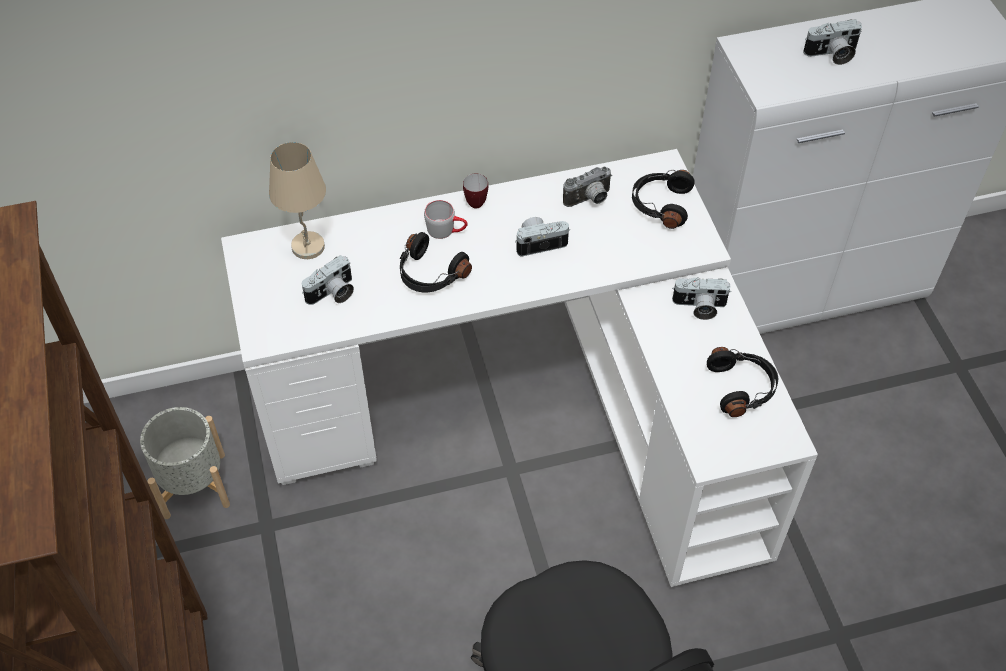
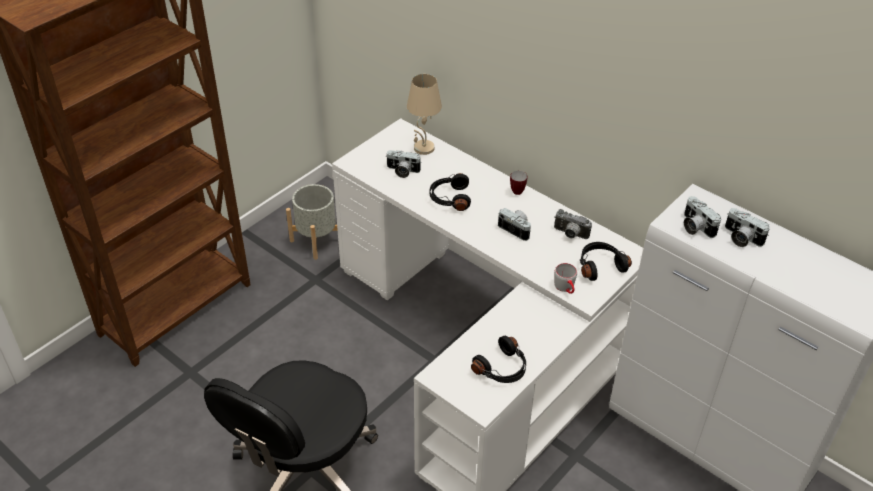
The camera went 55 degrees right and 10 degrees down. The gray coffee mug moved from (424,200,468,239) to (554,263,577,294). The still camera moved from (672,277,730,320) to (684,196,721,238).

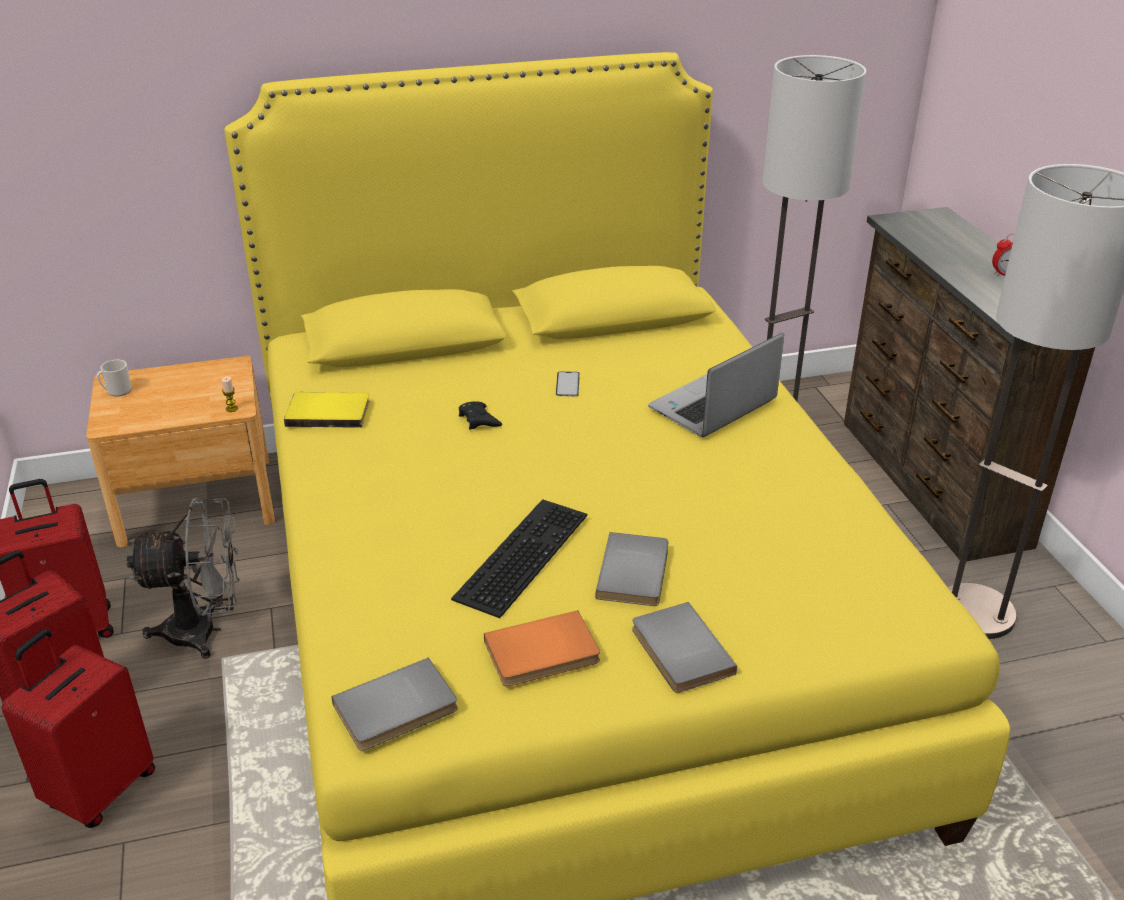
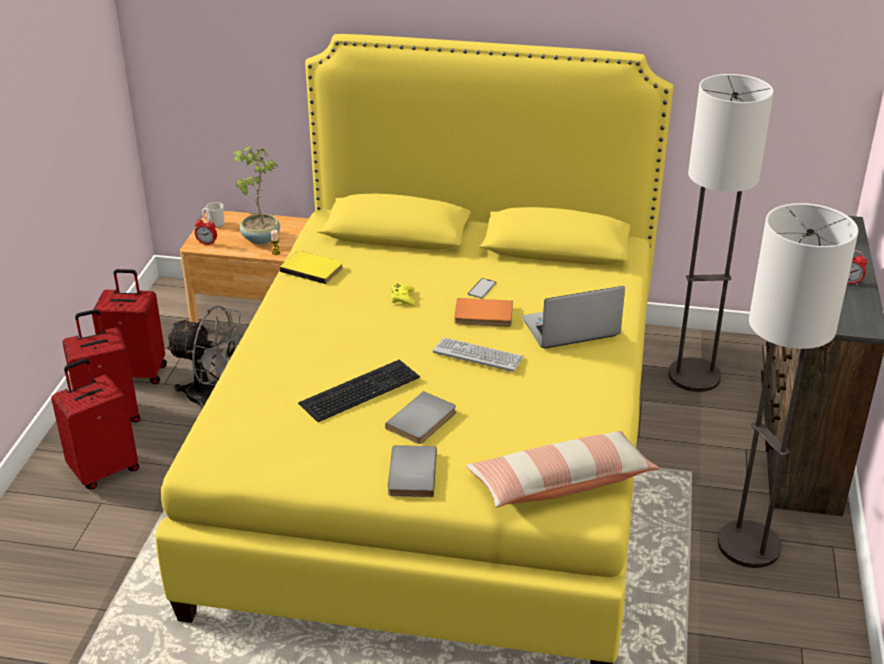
The camera went 25 degrees right and 0 degrees up. The gray bound book at (331,658,458,751) disappeared. The blackish joypad at (459,401,502,430) became the yellowish joypad at (391,284,415,306). The orange bound book moved from (484,610,600,686) to (454,298,513,327). The table clock at (195,217,217,246) appeared. The plant in a pot at (232,147,280,244) appeared. The keyboard at (433,338,524,372) appeared. The pillow at (466,431,659,508) appeared.

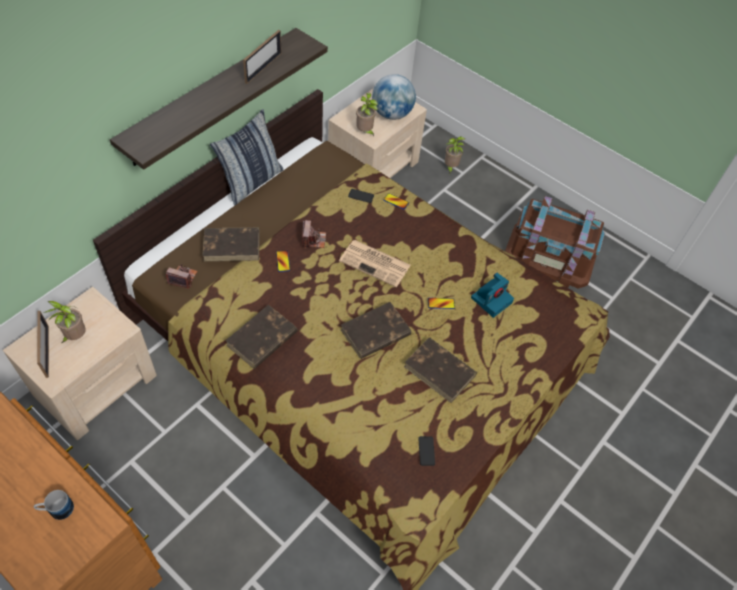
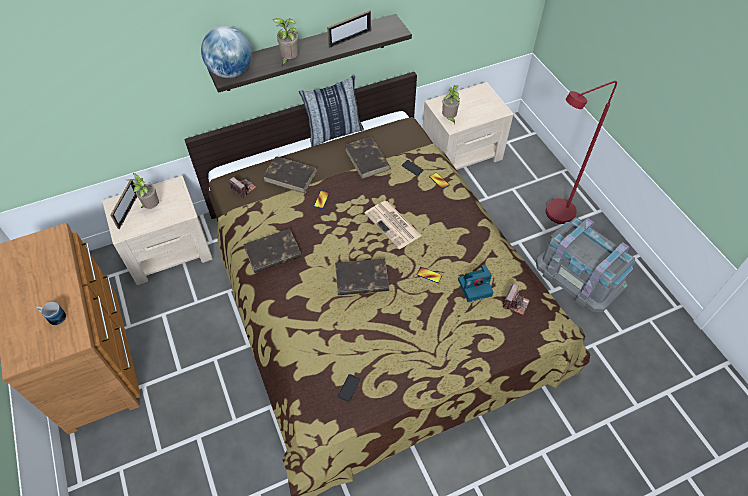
The camera went 30 degrees right and 0 degrees up. The still camera moved from (302,220,326,248) to (503,283,530,315). The globe moved from (372,74,416,120) to (201,26,252,78). The brown bound book moved from (404,337,477,403) to (345,137,391,179). The plant in a pot moved from (445,136,465,174) to (273,18,299,67). The brown storage container at (505,196,605,289) became the gray storage container at (536,217,635,312). The red-coloured floor lamp at (546,81,617,224) appeared.

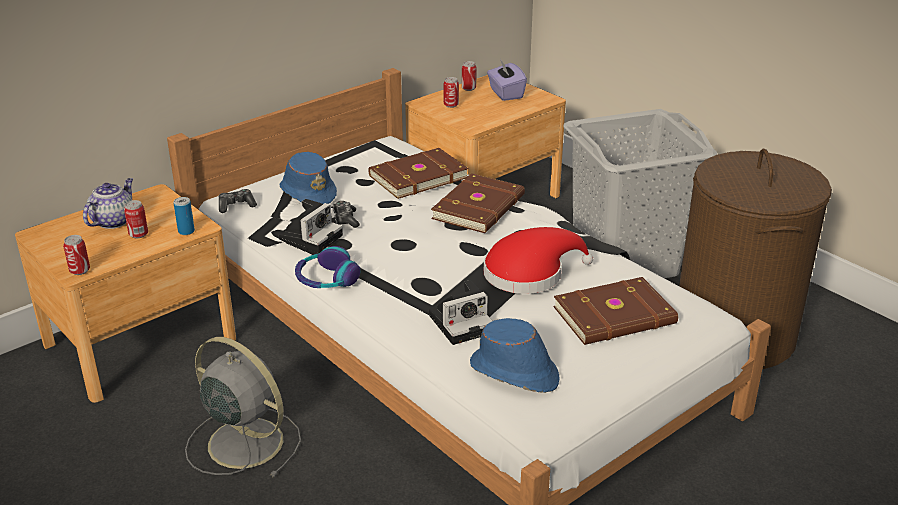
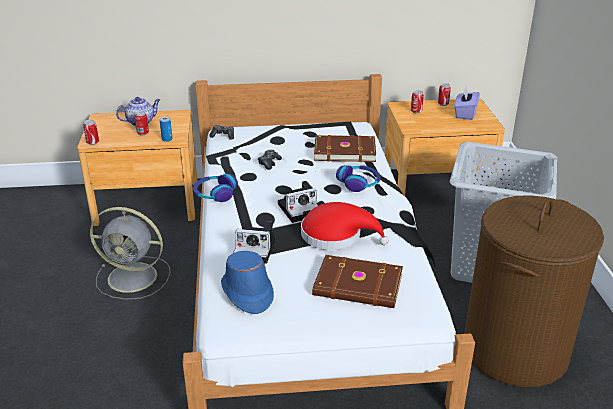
The camera went 35 degrees right and 0 degrees up. The gray fan at (185,337,301,477) turned 120 degrees clockwise. The blue-coloured wearable hat at (279,152,337,204) disappeared. The still camera moved from (279,199,343,253) to (278,181,318,223). The brown bound book at (431,173,525,233) was replaced by the headset at (336,165,381,192).

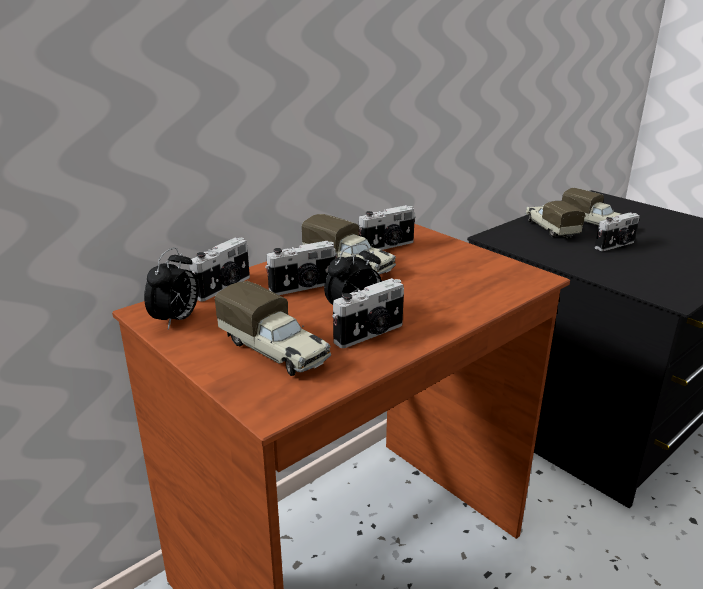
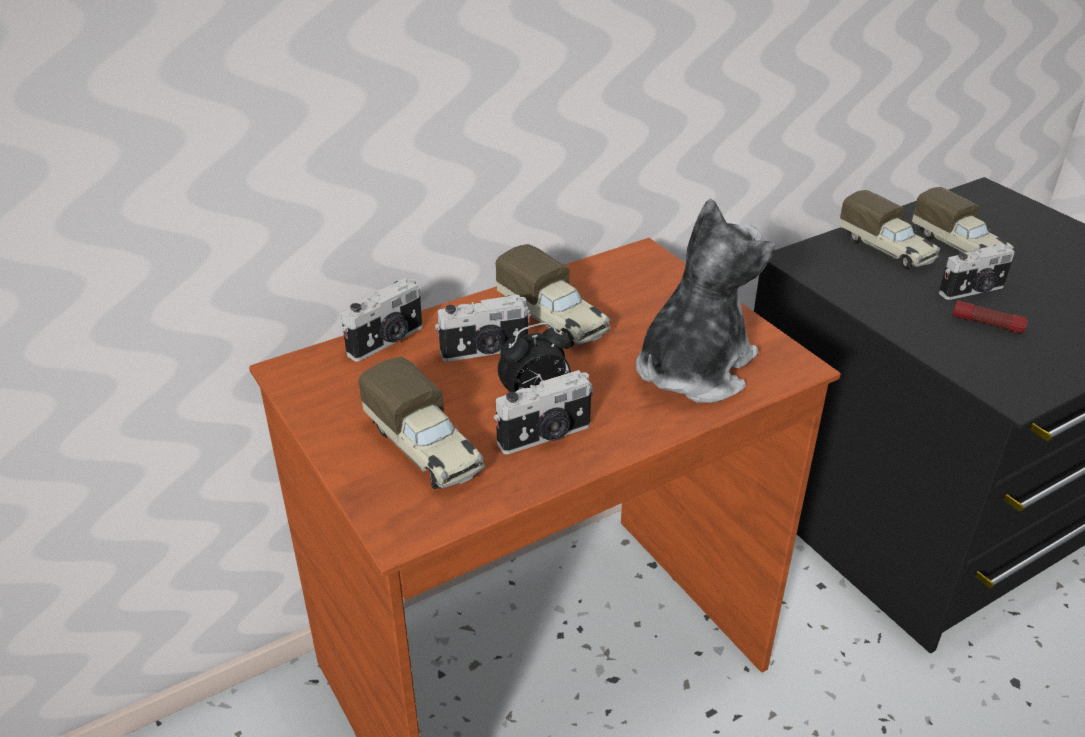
The camera went 10 degrees right and 10 degrees up. The table clock at (144,247,199,330) disappeared. The still camera at (359,205,415,250) disappeared. The model truck at (525,201,585,238) turned 150 degrees clockwise. The plush toy at (636,198,775,403) appeared. The torch at (952,300,1028,334) appeared.

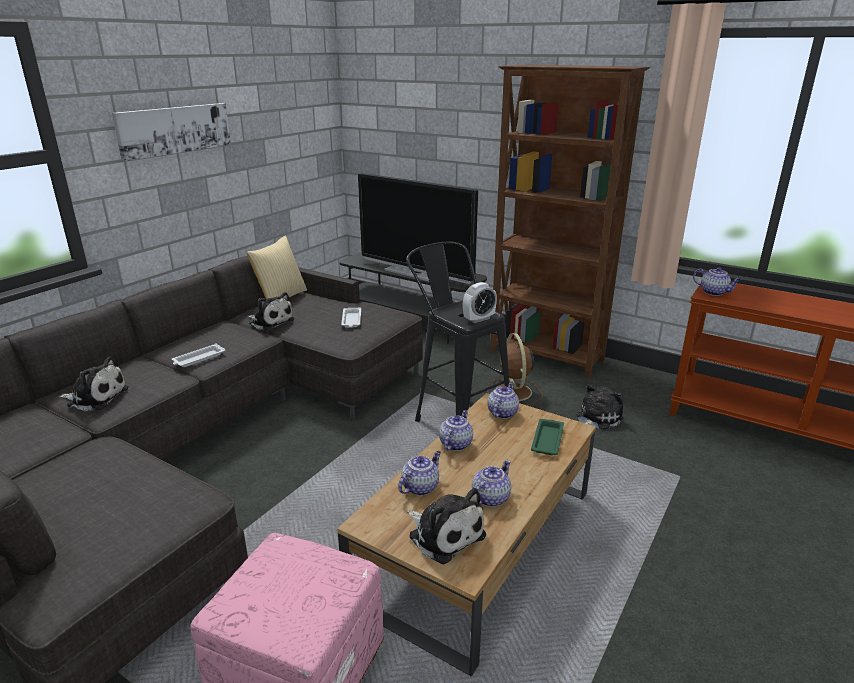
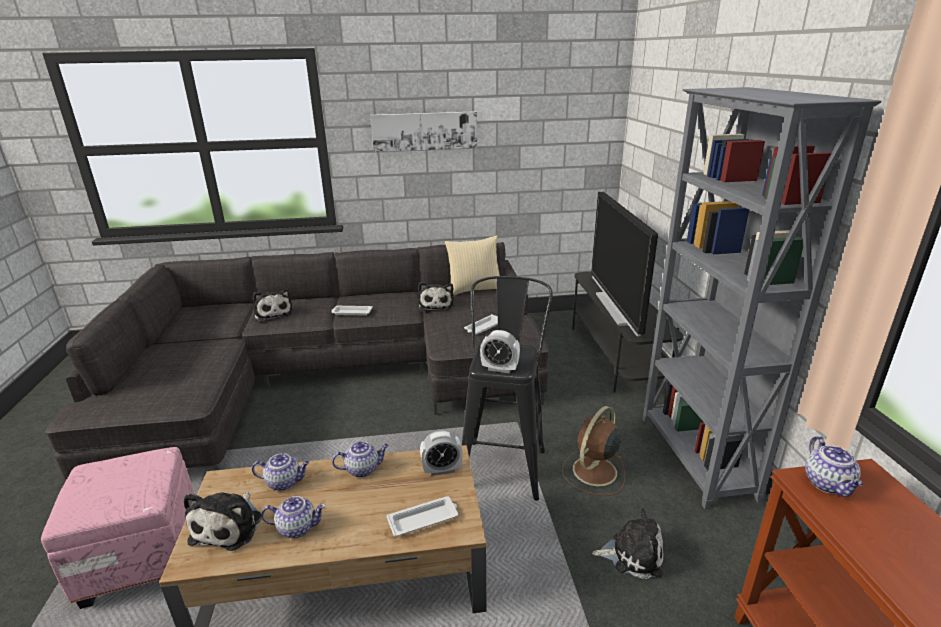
The camera went 50 degrees right and 0 degrees up. The tea pot at (487,382,519,419) was replaced by the table clock at (420,430,463,476). The brown bookshelf at (490,65,650,378) became the gray bookshelf at (643,87,882,509). The green-coloured serving tray at (531,419,564,455) became the whitish serving tray at (387,496,458,536).

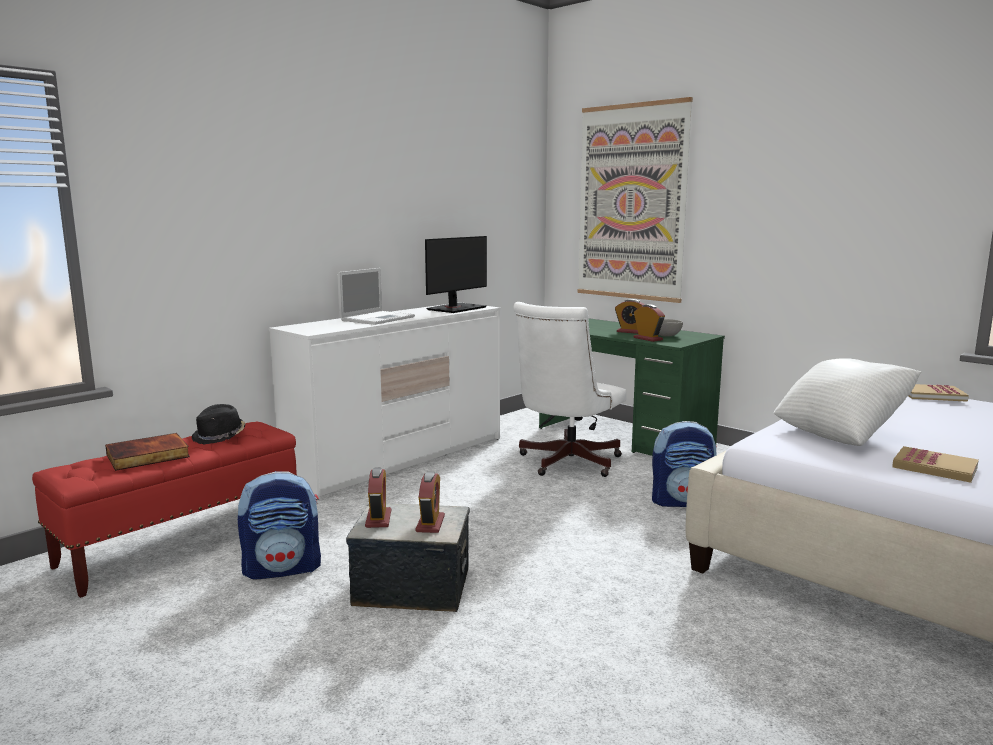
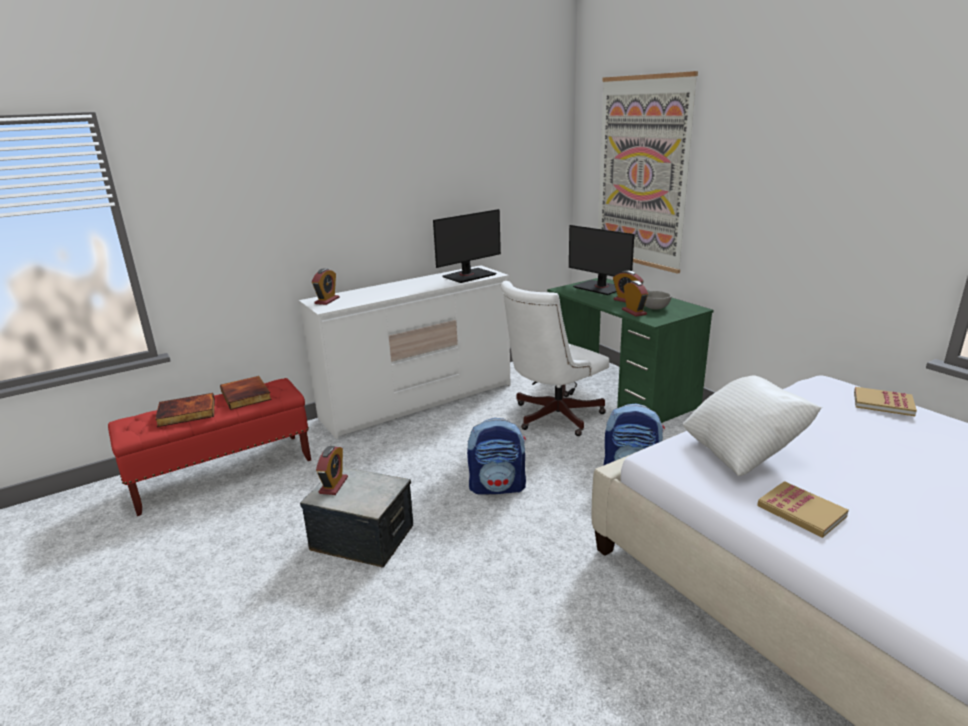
The camera went 15 degrees right and 10 degrees up. The blackish wearable hat at (192,404,245,445) was replaced by the bound book at (220,376,272,410). The backpack moved from (238,471,321,580) to (467,418,526,495). The portable computer at (337,268,415,325) disappeared. The table clock moved from (416,471,445,533) to (312,268,339,305). The computer screen at (569,225,634,295) appeared.

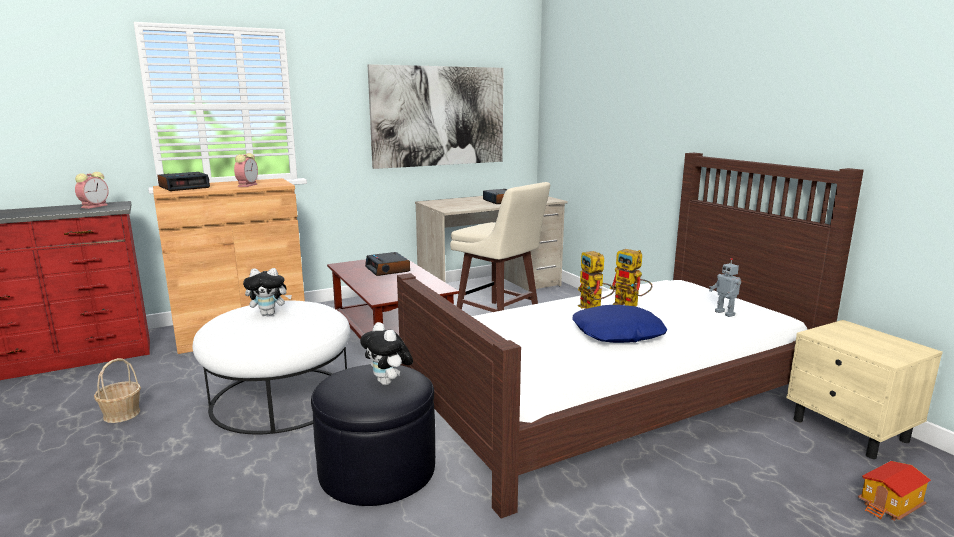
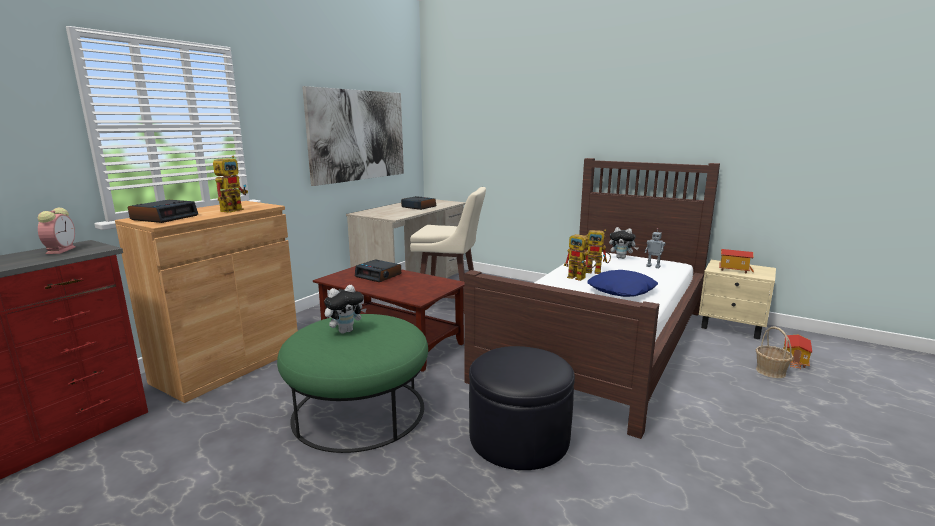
The camera went 30 degrees left and 0 degrees up. The storage basket moved from (94,358,141,423) to (756,326,794,378). The whitish pouffe at (193,300,350,434) became the green-coloured pouffe at (277,314,428,453). The table clock at (234,153,258,187) was replaced by the model robot at (213,156,248,213). The plush toy moved from (360,322,413,386) to (609,227,638,259). The model house at (719,249,754,274) appeared.

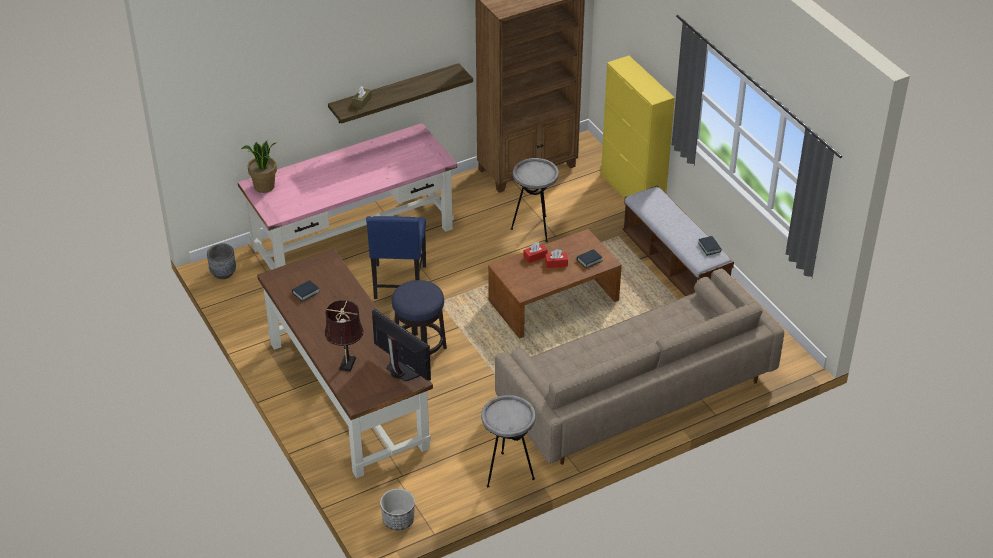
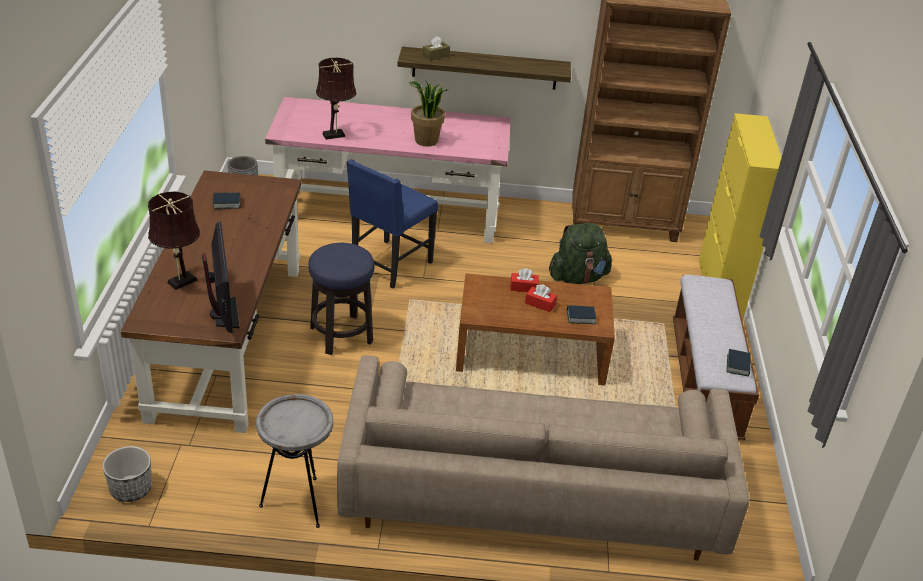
The camera went 30 degrees right and 5 degrees down. The plant in a pot moved from (241,140,277,193) to (409,80,447,147). The gray end table at (511,158,559,242) was replaced by the green-coloured backpack at (549,223,612,284). The brown table lamp at (316,58,357,140) appeared.

